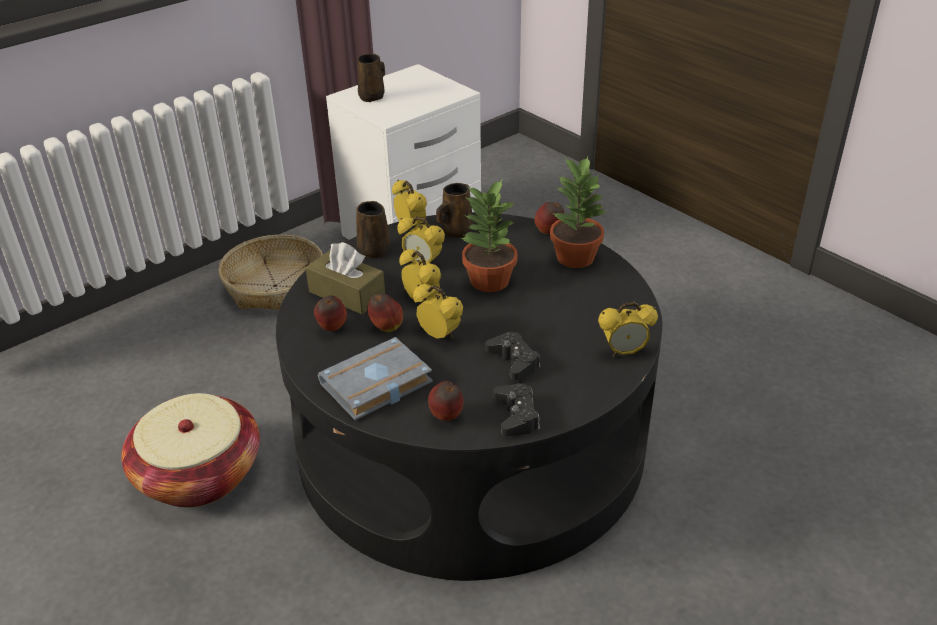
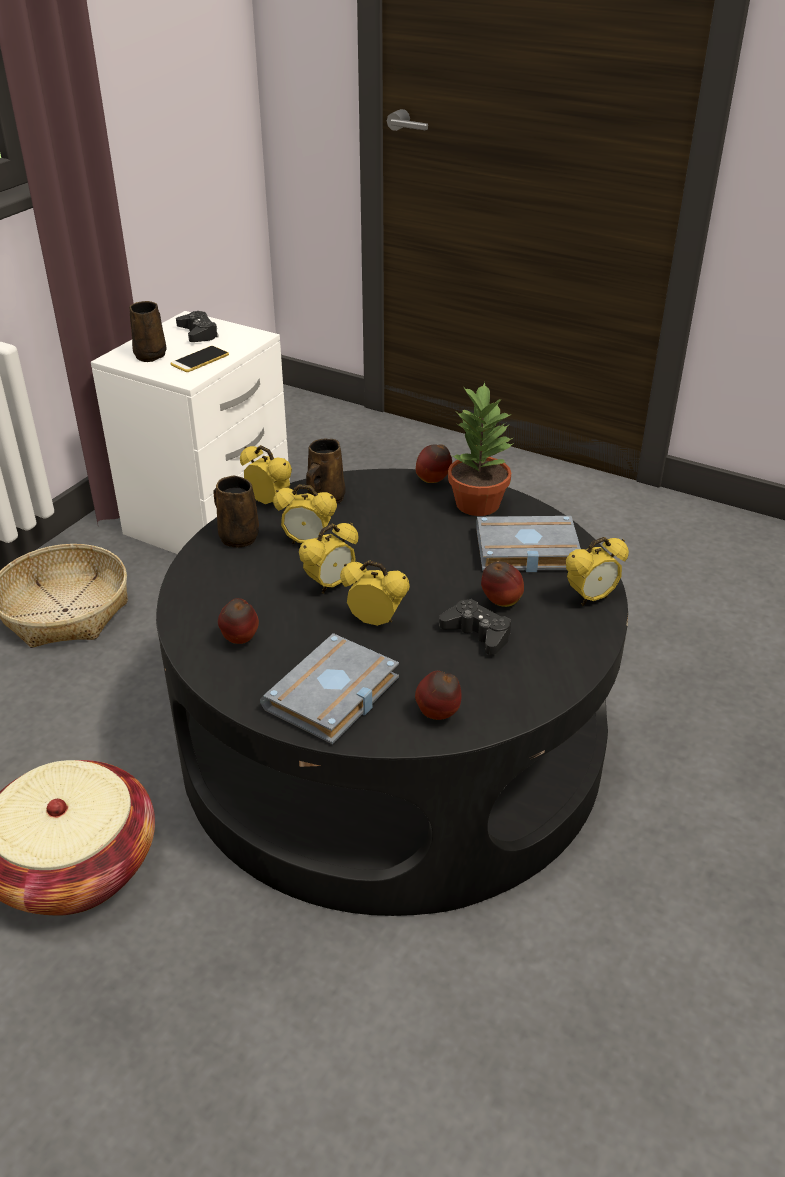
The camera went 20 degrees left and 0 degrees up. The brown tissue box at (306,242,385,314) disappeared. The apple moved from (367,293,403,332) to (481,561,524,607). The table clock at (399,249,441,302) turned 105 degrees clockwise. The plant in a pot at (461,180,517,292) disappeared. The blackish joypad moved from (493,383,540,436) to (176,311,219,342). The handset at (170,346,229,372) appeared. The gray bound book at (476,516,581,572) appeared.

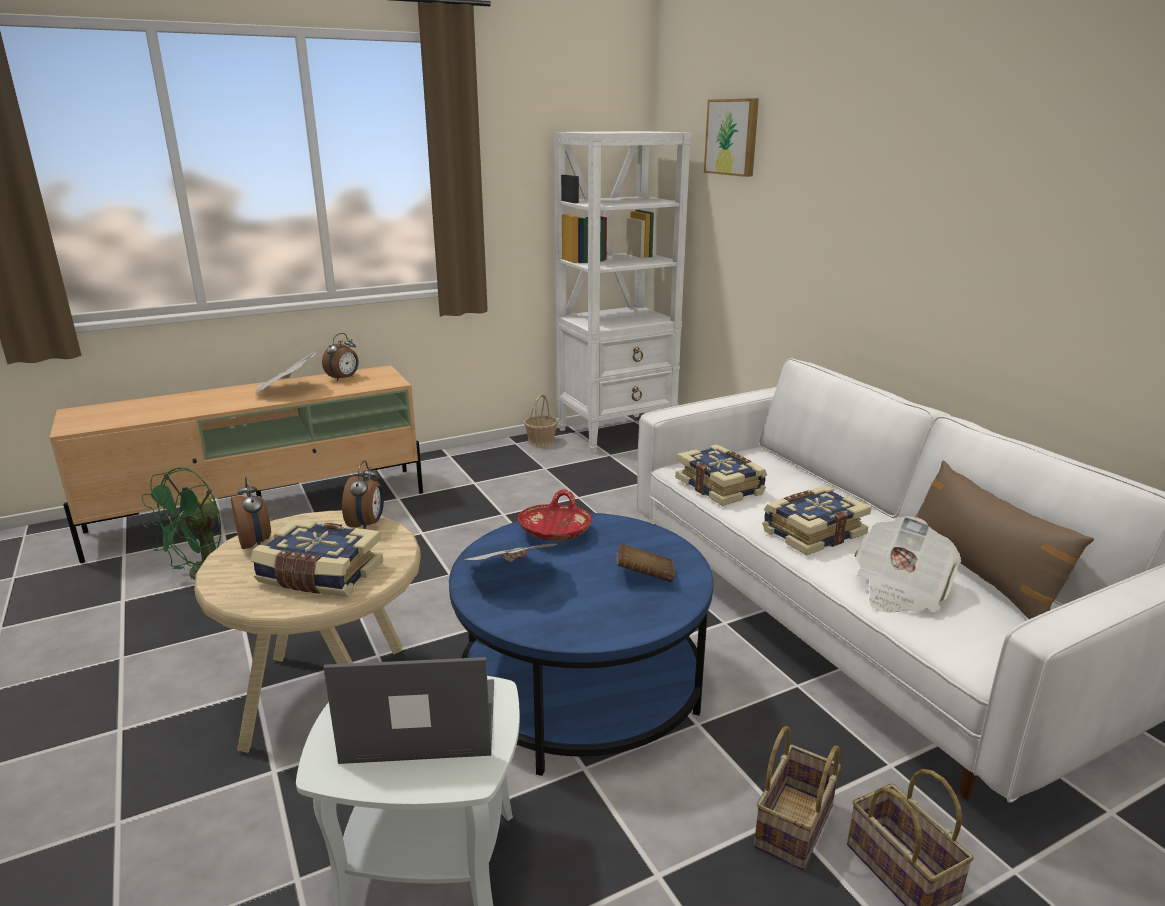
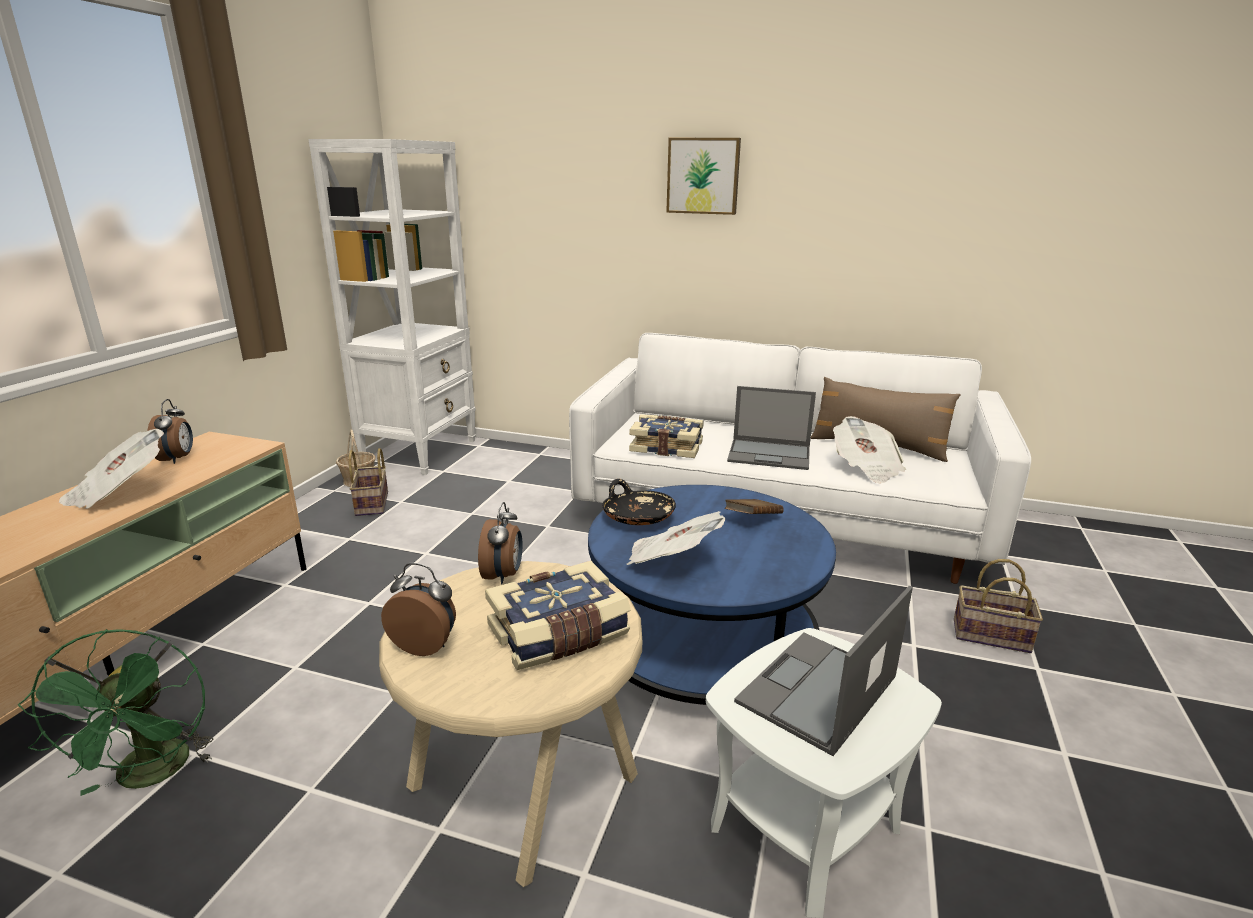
The camera went 45 degrees left and 0 degrees up. The table clock at (342,461,384,529) turned 45 degrees clockwise. The red-coloured deep dish at (518,489,592,541) became the blackish deep dish at (602,479,676,525). The wall art moved from (704,98,759,177) to (666,138,741,215). The storage basket moved from (754,726,841,870) to (349,448,388,516). The bound book at (762,486,871,556) was replaced by the portable computer at (727,386,816,470).

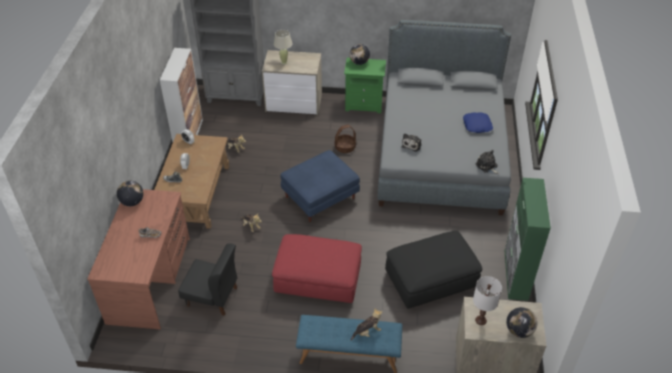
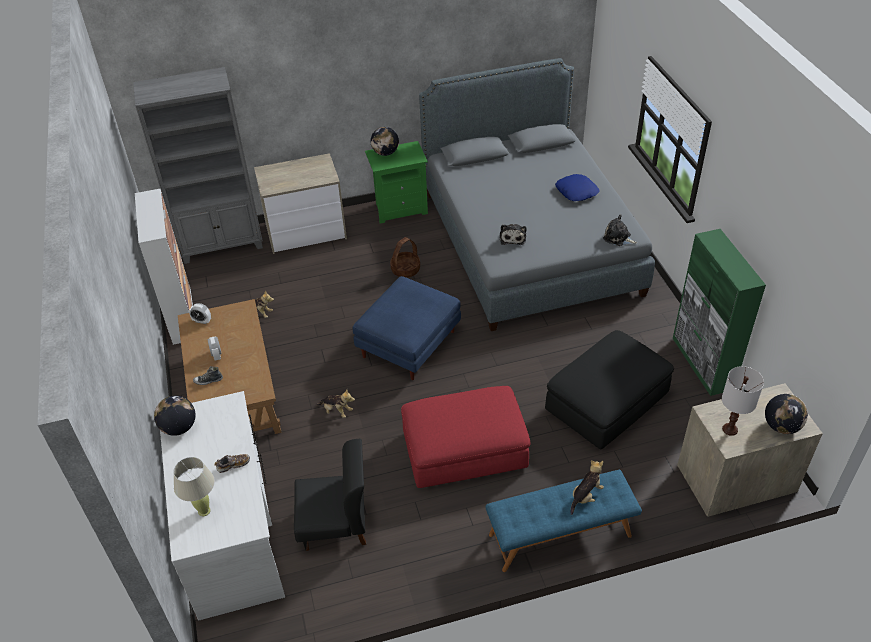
The camera went 20 degrees left and 0 degrees up. The brown desk unit at (87,189,190,330) became the whitish desk unit at (160,391,285,621). The sand-coloured table lamp moved from (273,30,293,64) to (173,457,215,516).

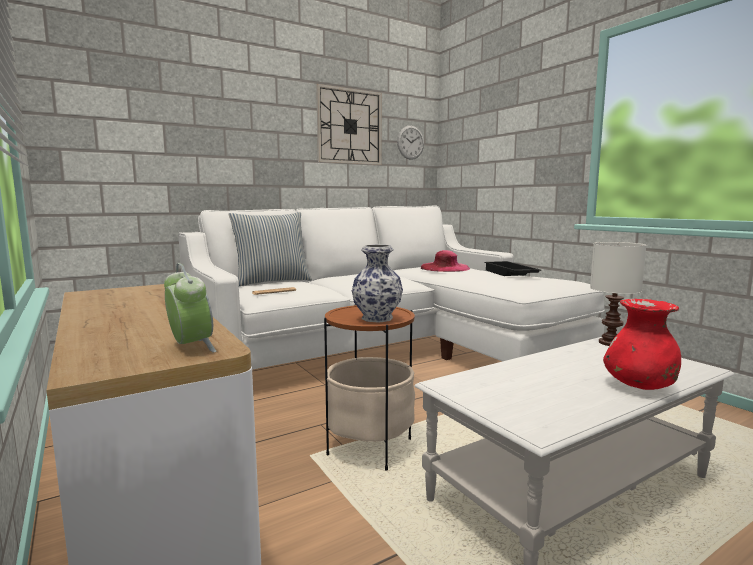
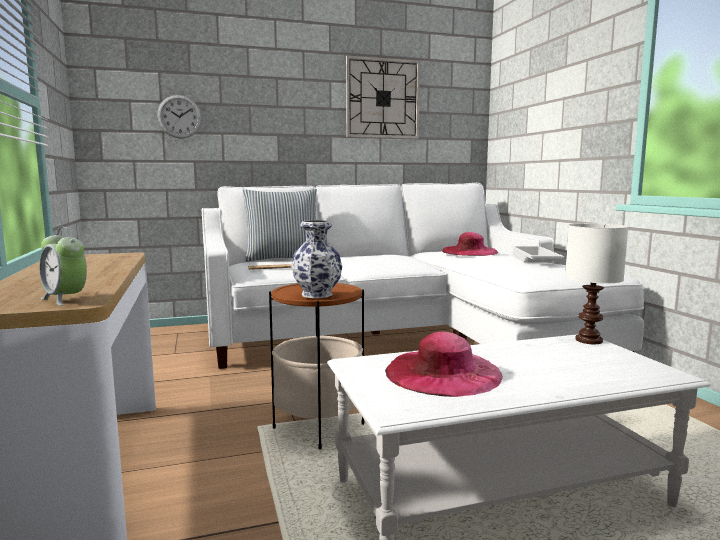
The camera went 15 degrees right and 0 degrees up. The table clock at (164,263,216,352) turned 150 degrees clockwise. The clock on the wall moved from (397,126,424,160) to (157,95,202,139). The blackish serving tray at (484,261,541,276) became the whitish serving tray at (511,246,565,263). The red-coloured decorative vase at (603,299,681,390) disappeared. The pink wearable hat at (385,332,503,397) appeared.

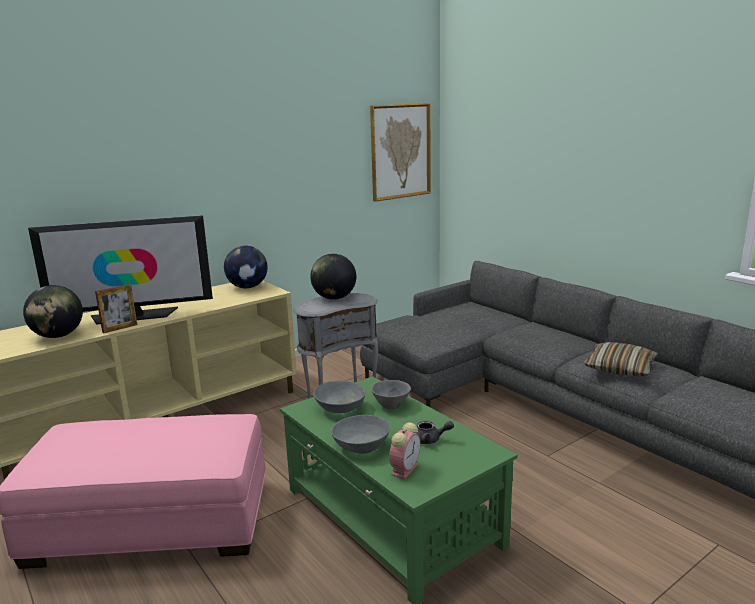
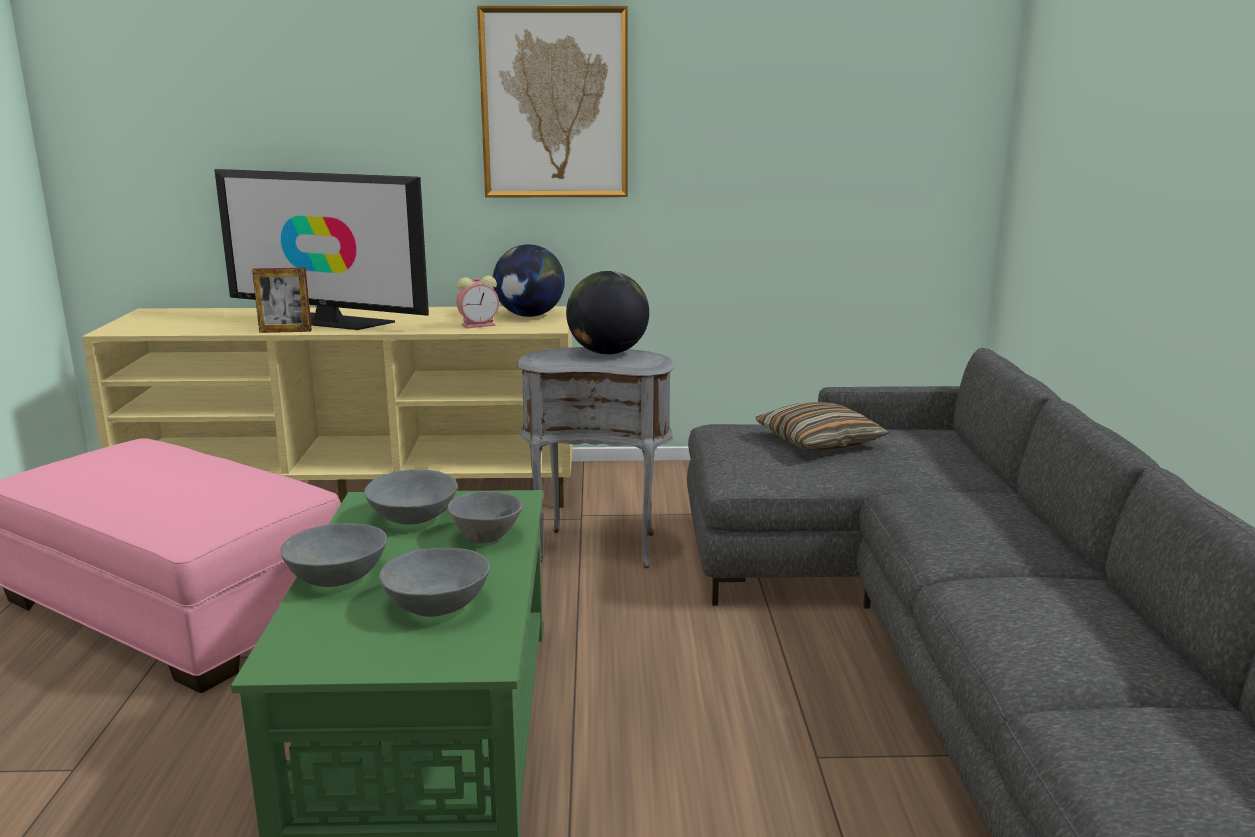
The camera went 35 degrees right and 0 degrees up. The globe at (23,285,83,338) disappeared. The wall art moved from (370,103,431,202) to (477,6,628,198). The table clock moved from (389,422,420,479) to (456,276,499,329). The gray tea pot at (413,421,454,444) was replaced by the gray deep dish at (379,548,490,617). The pillow moved from (584,342,658,376) to (755,402,890,450).

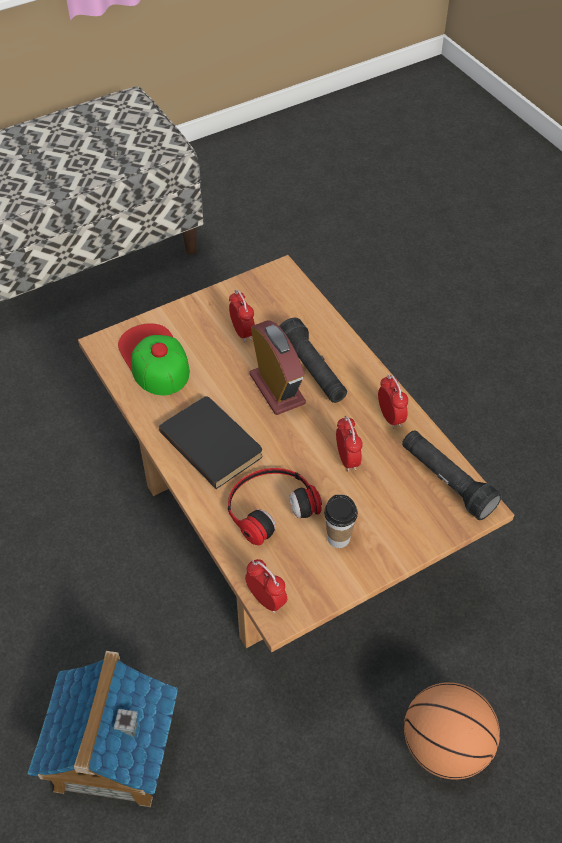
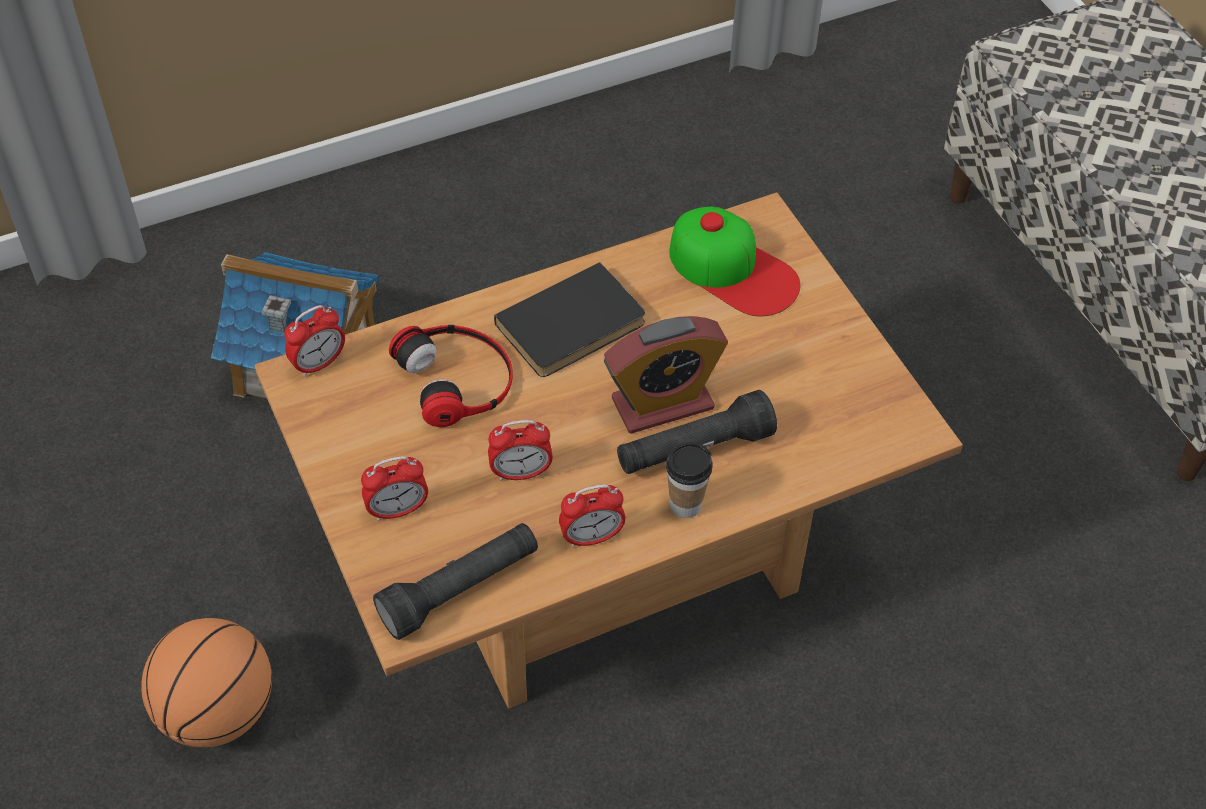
The camera went 95 degrees right and 0 degrees up. The peaked cap at (118,323,190,395) turned 60 degrees clockwise. The table clock moved from (229,290,255,342) to (361,456,428,521). The cup moved from (324,494,358,548) to (666,442,713,518).

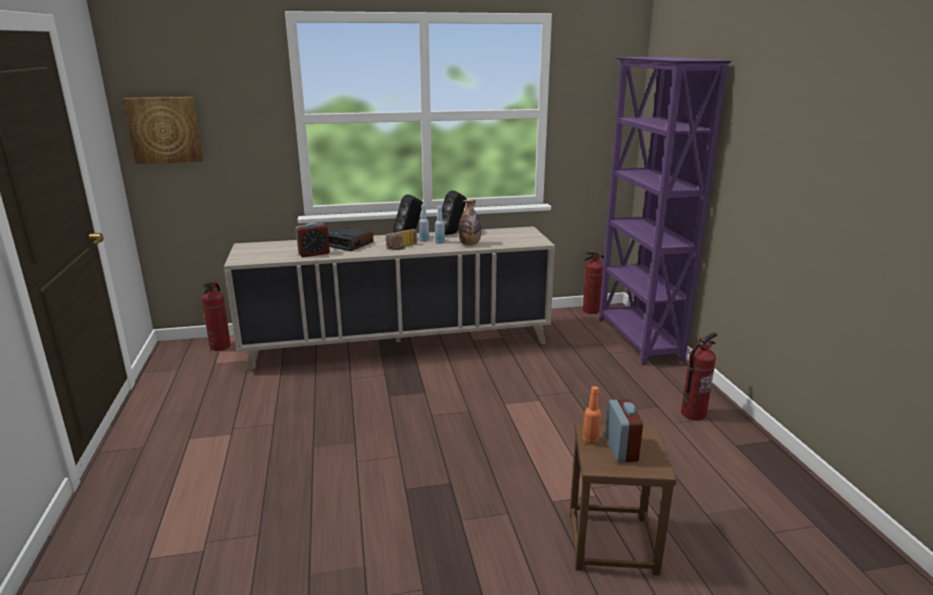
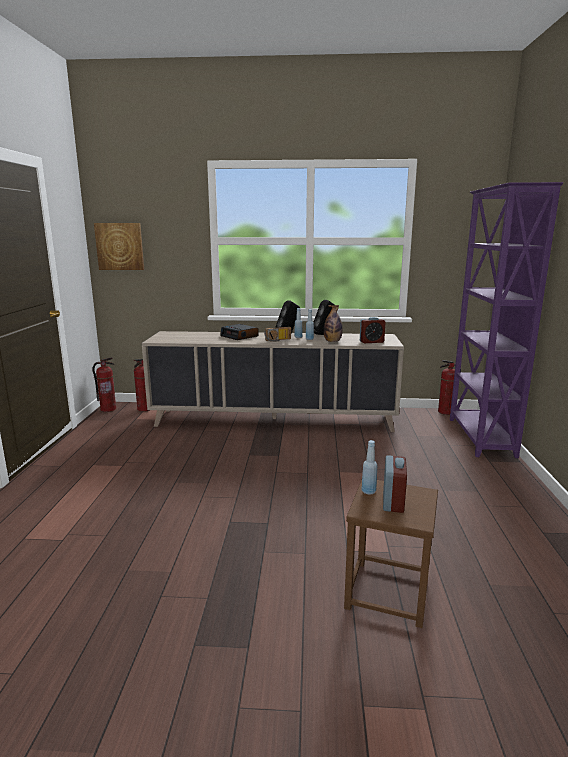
The camera went 15 degrees right and 5 degrees down. The table clock moved from (296,223,330,257) to (360,317,385,343). The orange beverage bottle at (582,386,601,444) became the blue-coloured beverage bottle at (362,440,377,495). The fire extinguisher moved from (681,332,717,421) to (92,357,116,412).

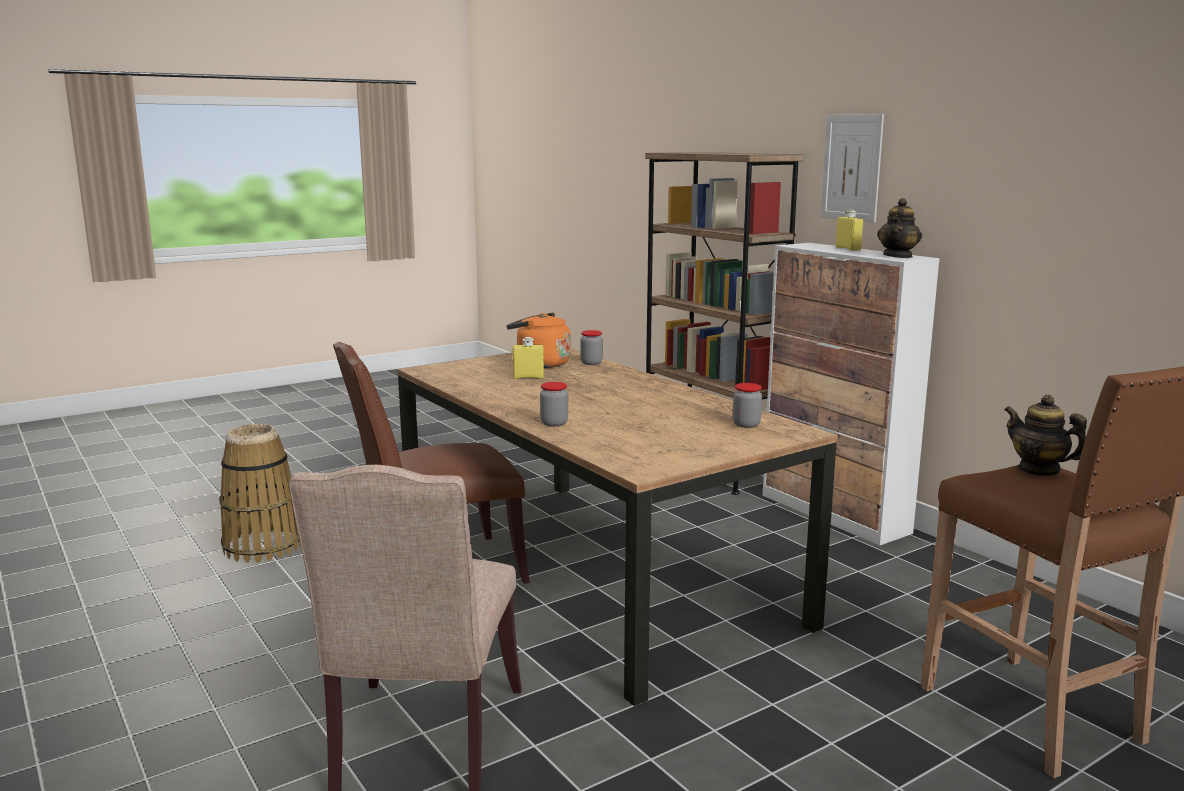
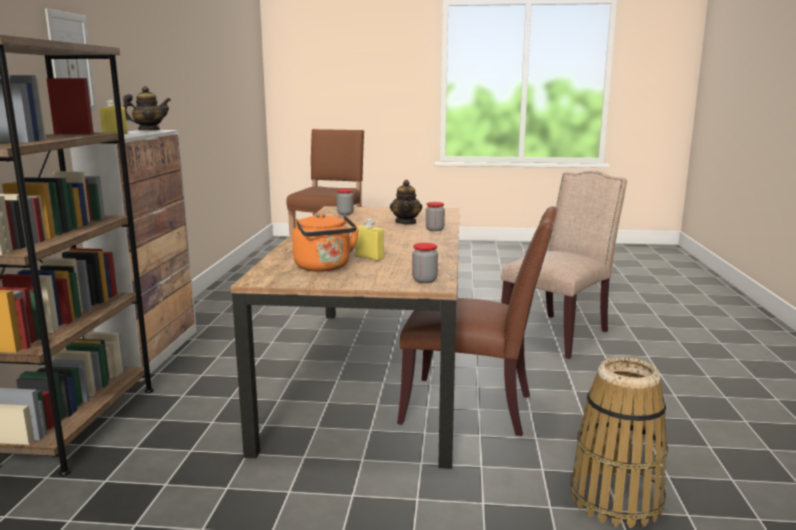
The camera went 140 degrees left and 0 degrees up. The storage jar moved from (581,330,603,365) to (412,243,438,283). The tea pot moved from (1004,394,1087,476) to (390,180,422,225).

